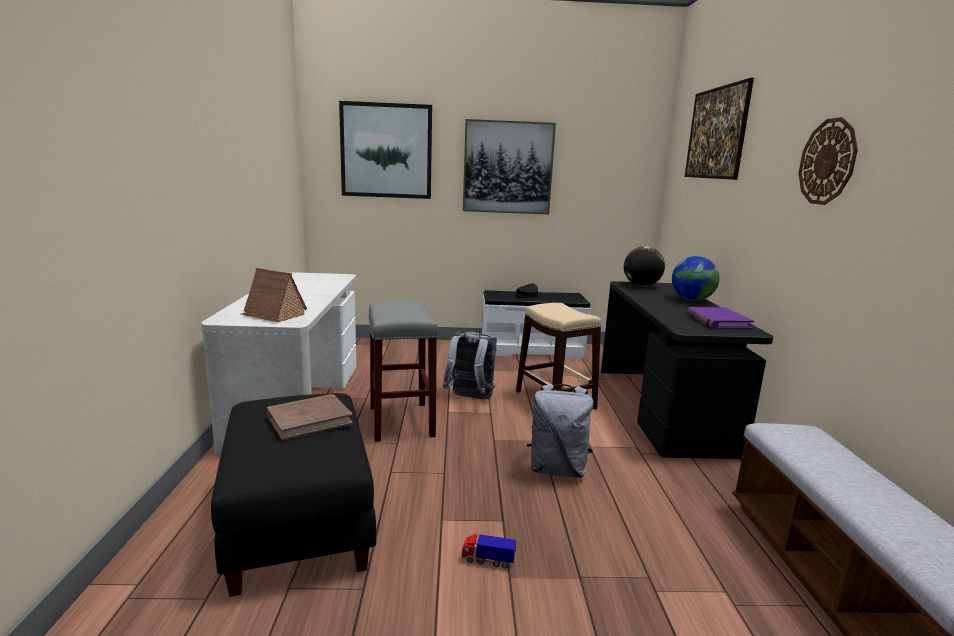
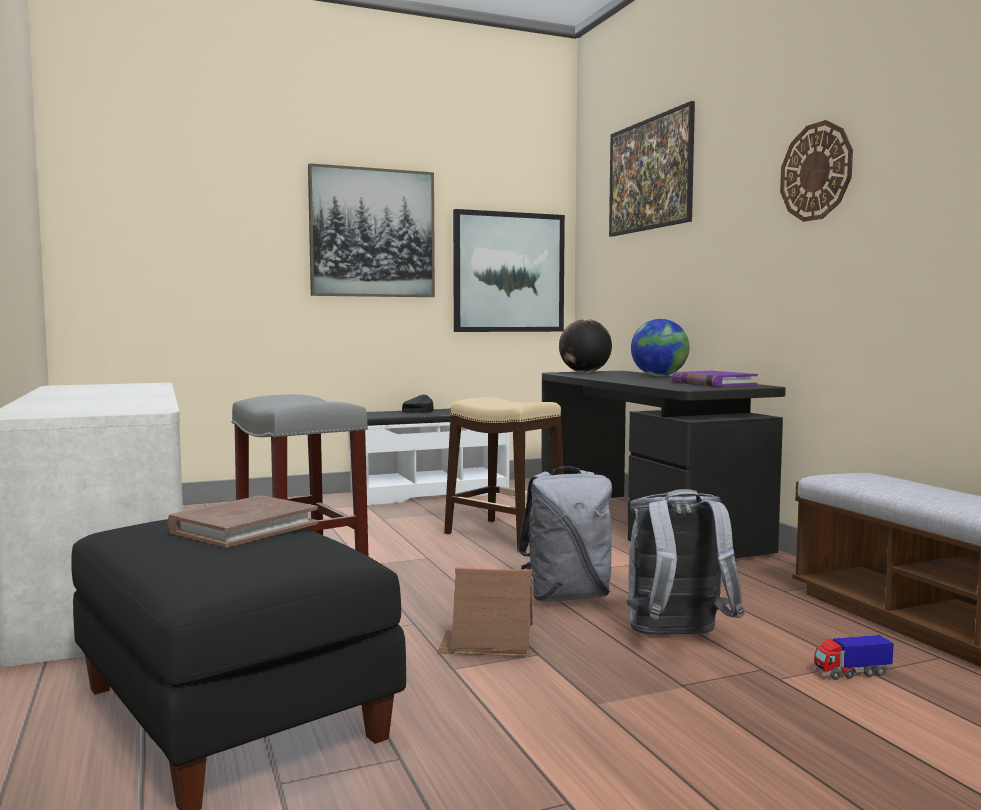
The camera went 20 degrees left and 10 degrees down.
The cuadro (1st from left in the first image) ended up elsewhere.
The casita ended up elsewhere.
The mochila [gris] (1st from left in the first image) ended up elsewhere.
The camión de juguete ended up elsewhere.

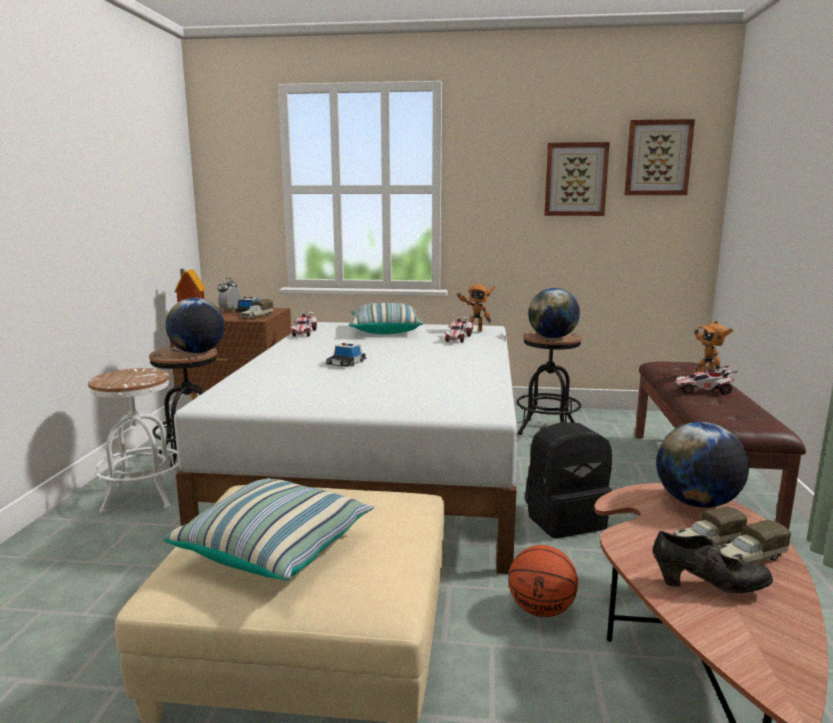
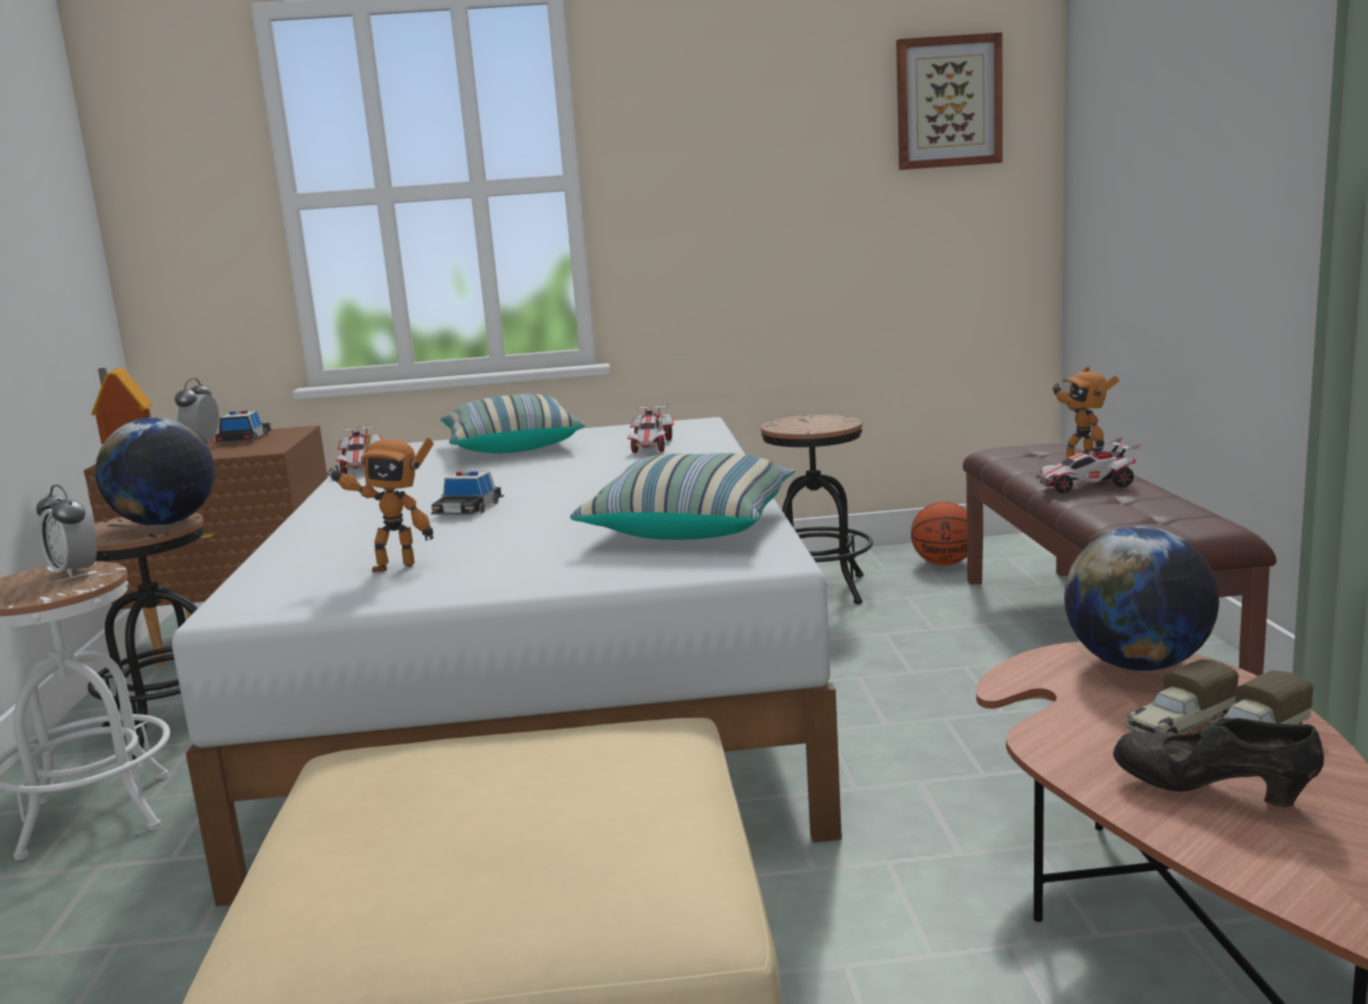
The camera went 10 degrees left and 0 degrees up.
The second view lost the cuadro (1st from left).
The robot de juguete (1st from left) ended up elsewhere.
The second view lost the globo terráqueo (2nd from left).
The second view lost the camión de juguete (1st from left).
The second view lost the mochila [negro].
The cojín (1st from left in the first image) ended up elsewhere.
The zapato [negro] ended up facing another way, 150 degrees counterclockwise from before.
The balón de baloncesto ended up elsewhere.
The second view gained the despertador (1st from left).

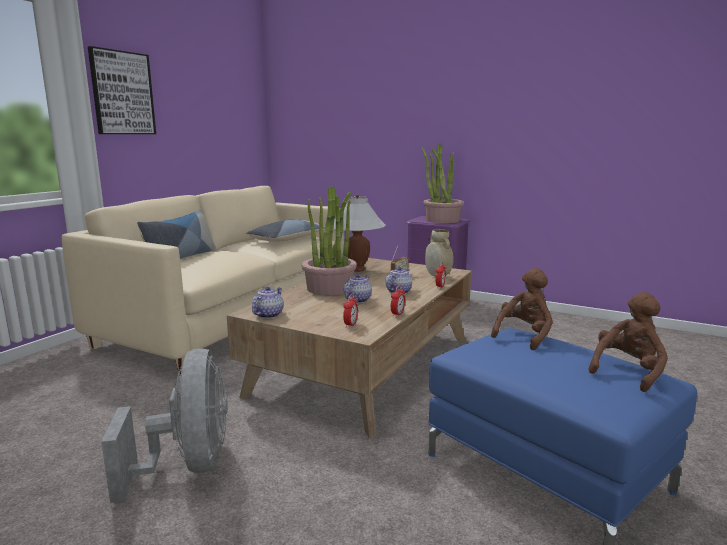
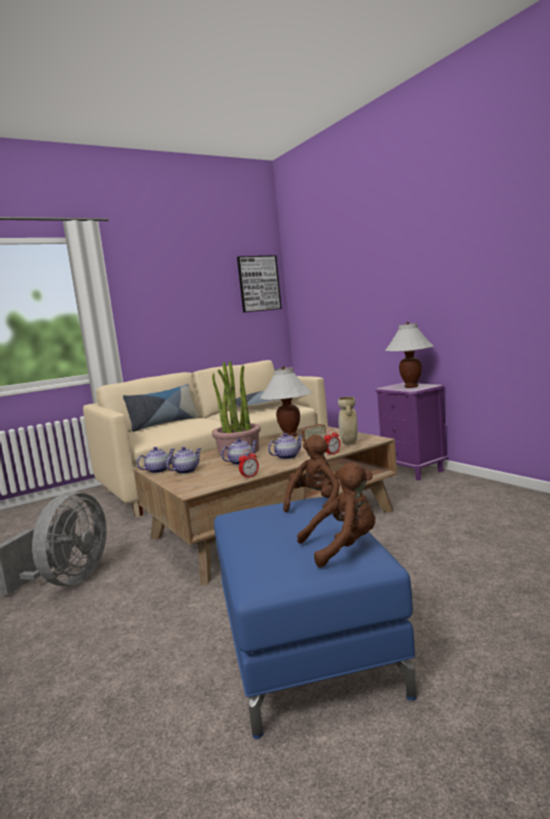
The camera went 30 degrees right and 5 degrees down.
The cuadro ended up elsewhere.
Where the planta en maceta (2nd from left) stood, the lámpara de mesa [blanco] (2nd from left) came to stand.
The peluche [marrón] (1st from left) ended up facing another way, 45 degrees counterclockwise from before.
The second view lost the despertador (1st from left).
The second view gained the tetera (2nd from left).

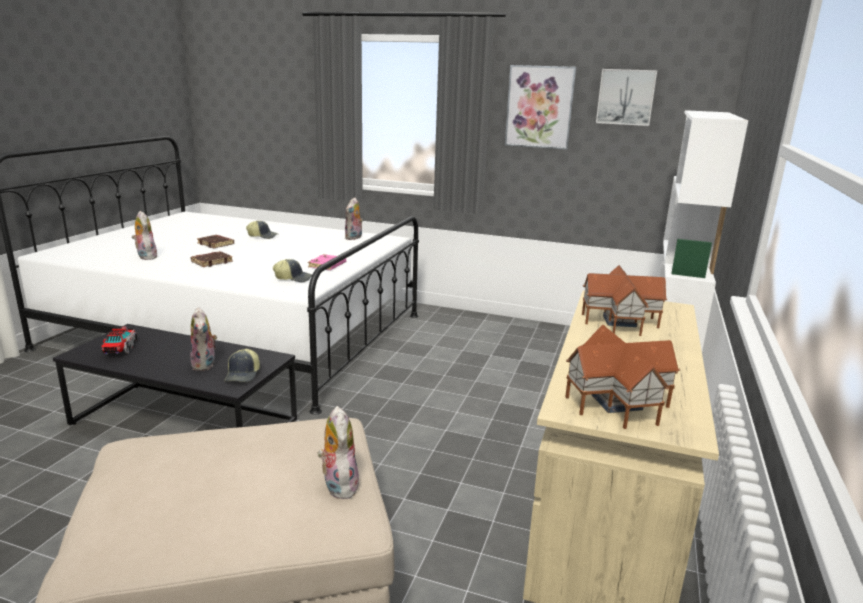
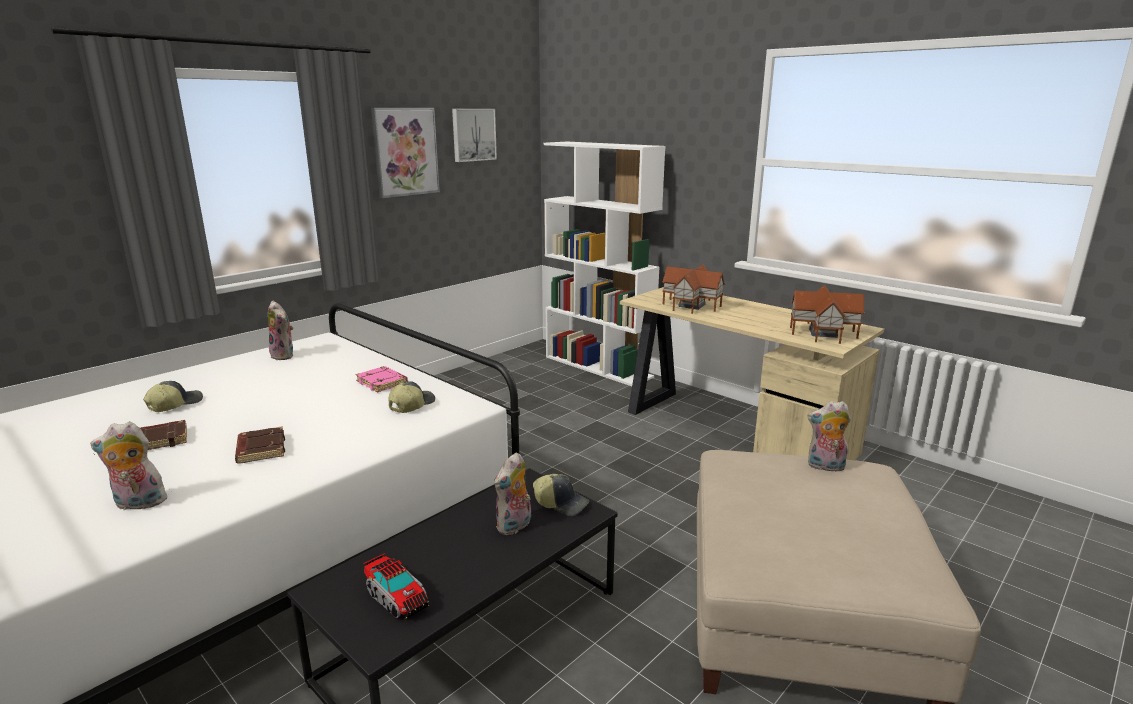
The camera went 65 degrees left and 0 degrees up.
The peluche (2nd from left in the first image) ended up facing another way, 120 degrees clockwise from before.
The camión de juguete ended up facing another way, 150 degrees counterclockwise from before.

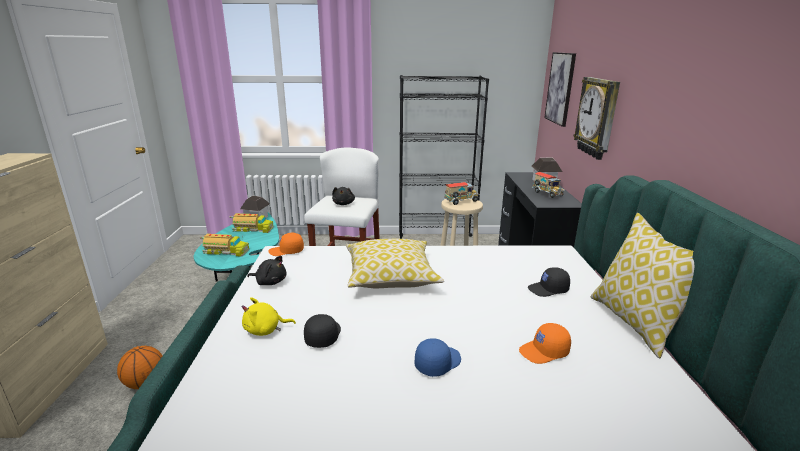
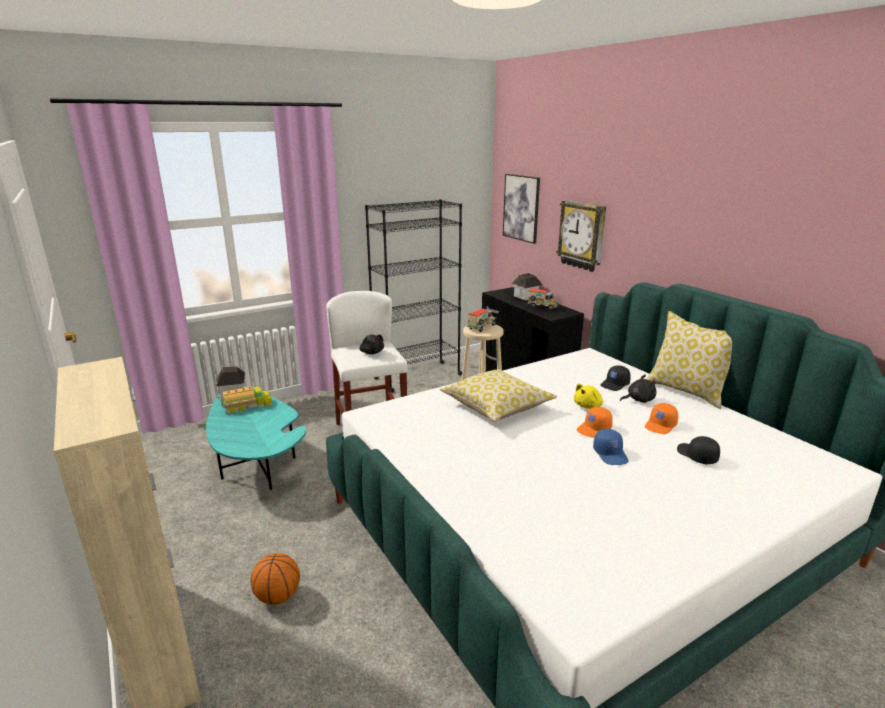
The camera went 30 degrees left and 0 degrees up.
The gorra [naranja] (1st from left) ended up elsewhere.
The second view lost the camión de juguete (1st from left).
The peluche [negro] (1st from left in the first image) ended up elsewhere.
The peluche [amarillo] ended up elsewhere.
The gorra [negro] (1st from left in the first image) ended up elsewhere.
The gorra [azul] ended up facing another way, 150 degrees clockwise from before.

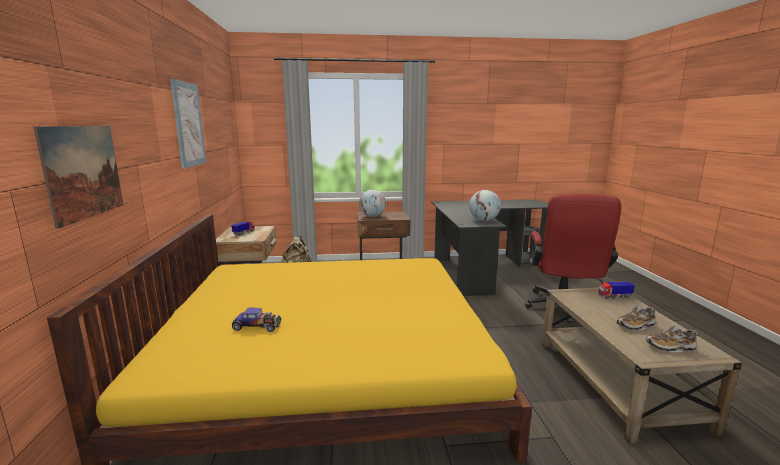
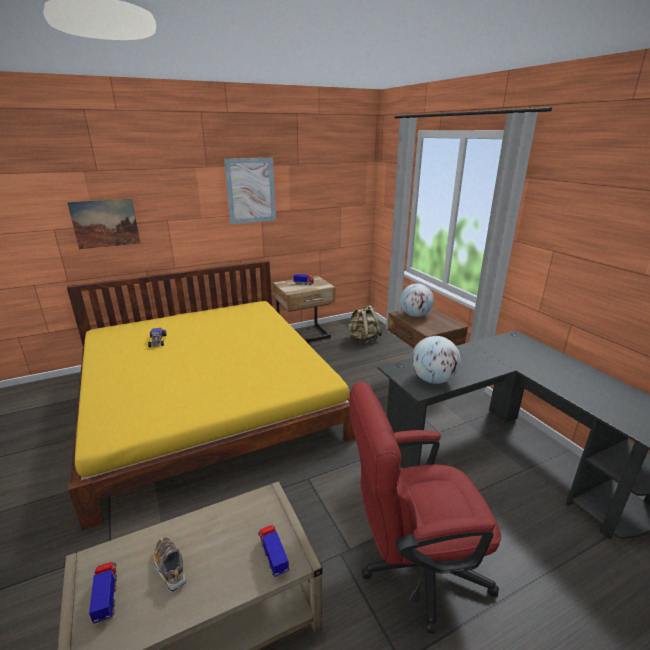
The camera went 70 degrees right and 10 degrees up.
Where the zapato (2nd from left) stood, the camión de juguete (1st from left) came to stand.

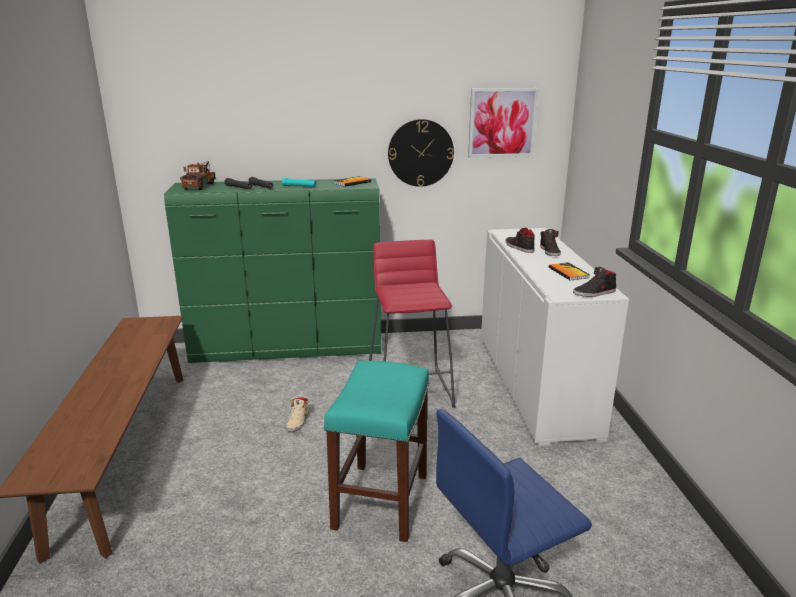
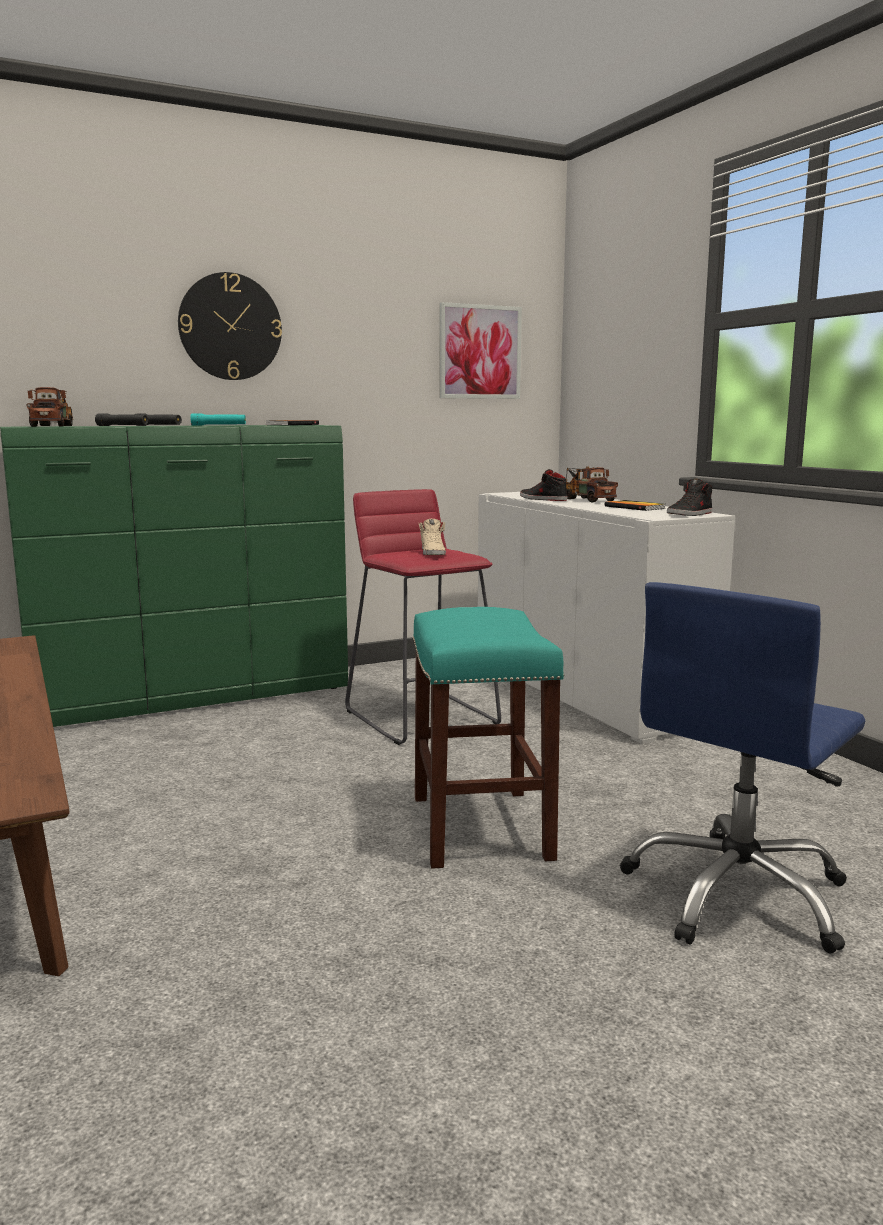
The camera went 20 degrees left and 10 degrees down.
The reloj de pared ended up elsewhere.
Where the zapato [negro] (2nd from left) stood, the camión de juguete (2nd from left) came to stand.
The zapato [beis] ended up elsewhere.

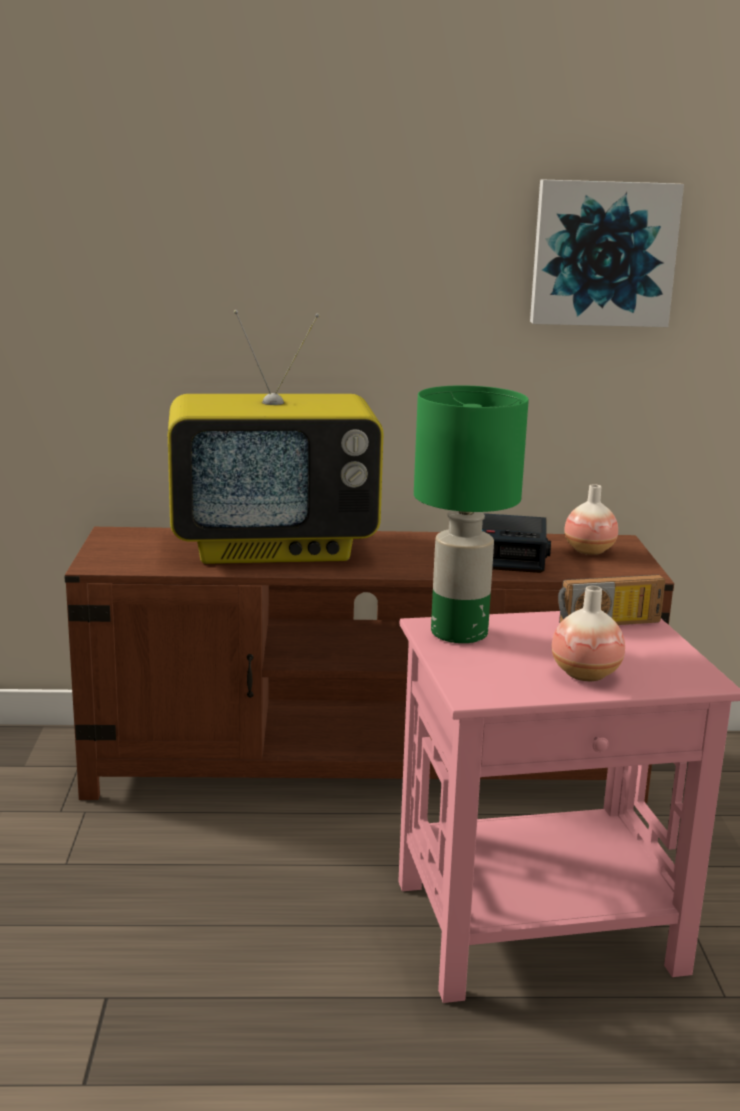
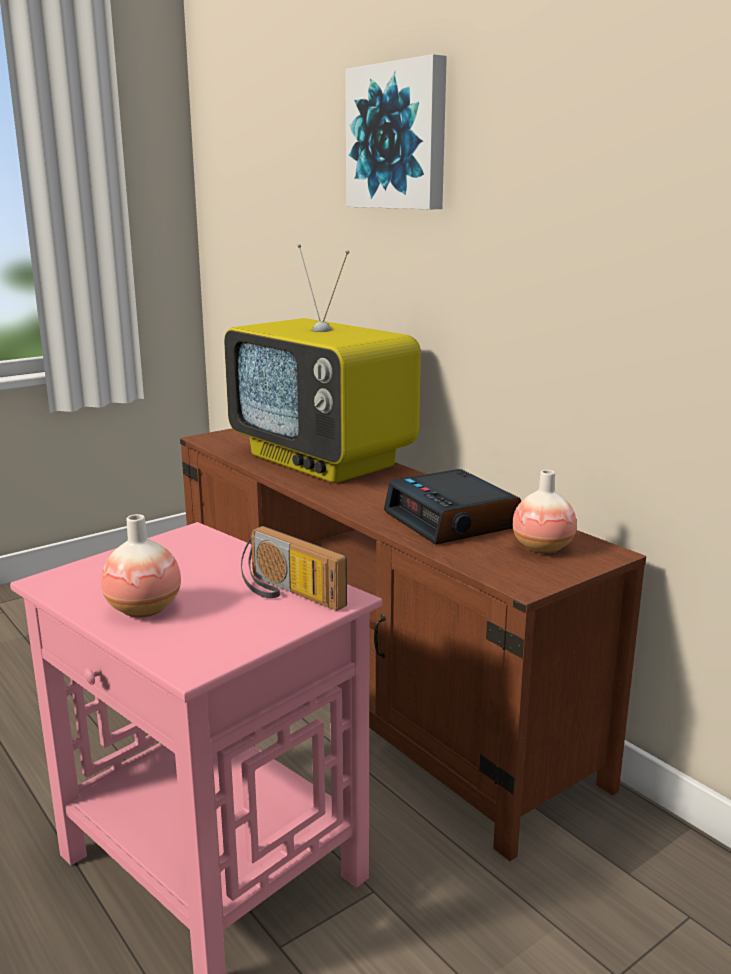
The camera went 55 degrees right and 0 degrees up.
The cuadro ended up elsewhere.
The second view lost the lámpara de mesa [verde].

